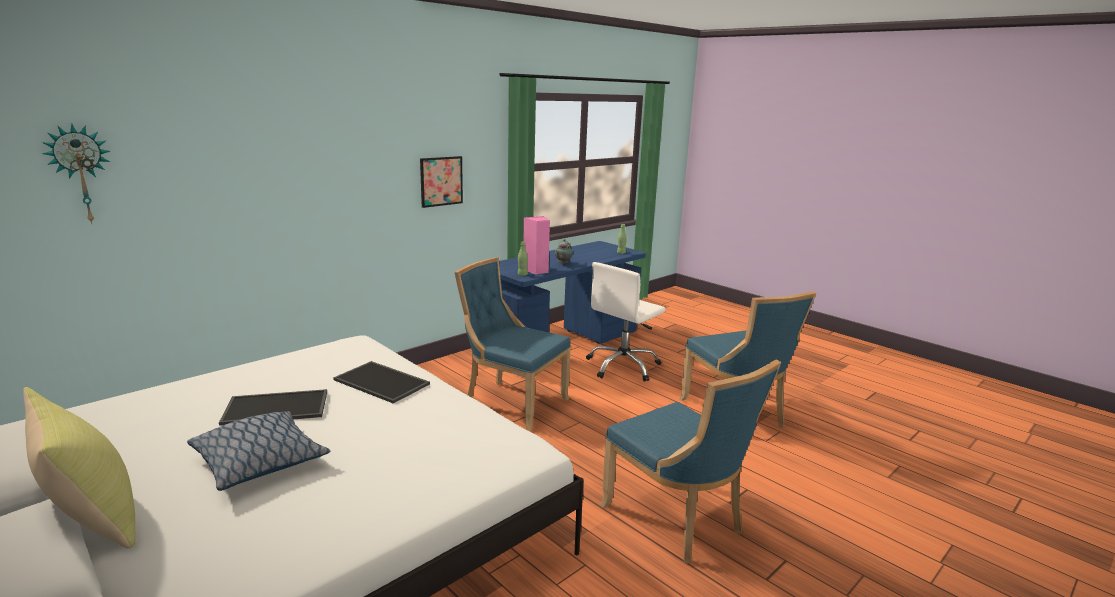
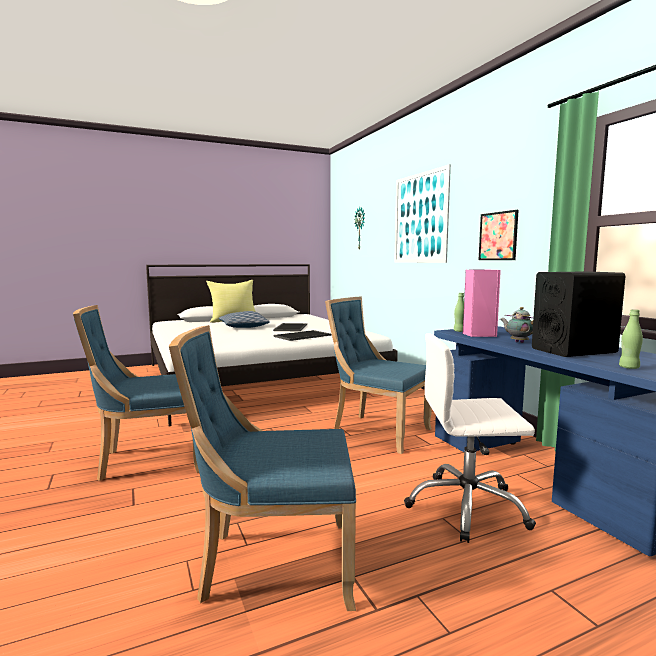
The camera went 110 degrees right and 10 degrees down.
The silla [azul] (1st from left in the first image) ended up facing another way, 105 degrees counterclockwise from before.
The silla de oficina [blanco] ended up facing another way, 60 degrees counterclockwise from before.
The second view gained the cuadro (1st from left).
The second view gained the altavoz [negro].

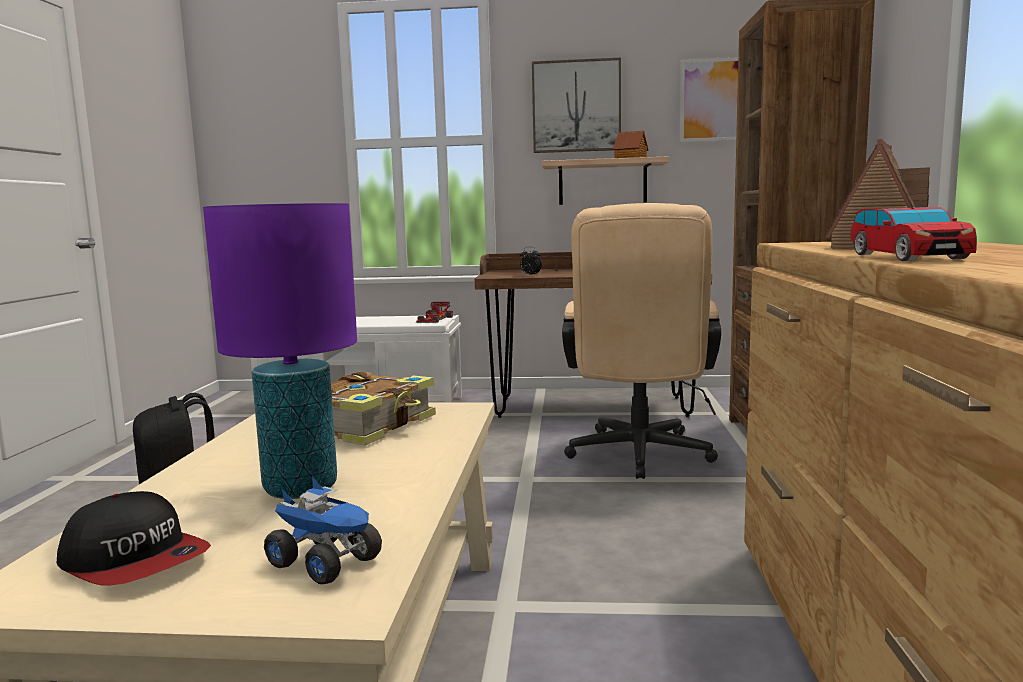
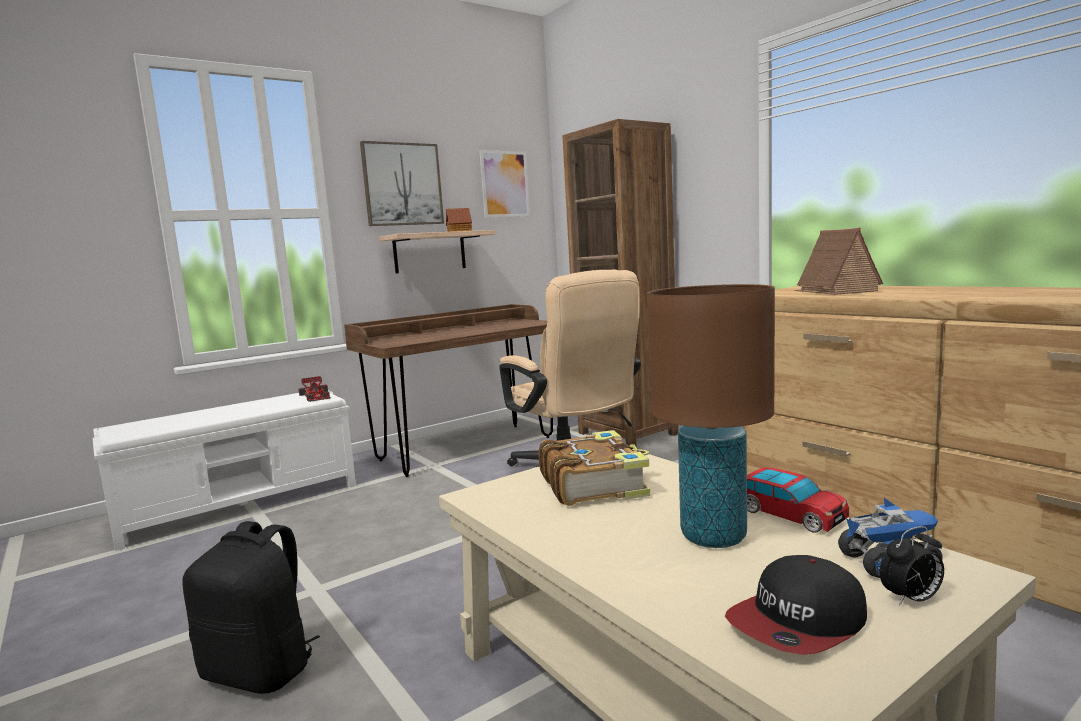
The camera went 40 degrees left and 0 degrees up.
What was the lámpara de mesa [morado] turned into the lámpara de mesa [marrón].
The coche de juguete (2nd from left) ended up elsewhere.
The despertador ended up elsewhere.
The gorra ended up facing another way, 150 degrees clockwise from before.

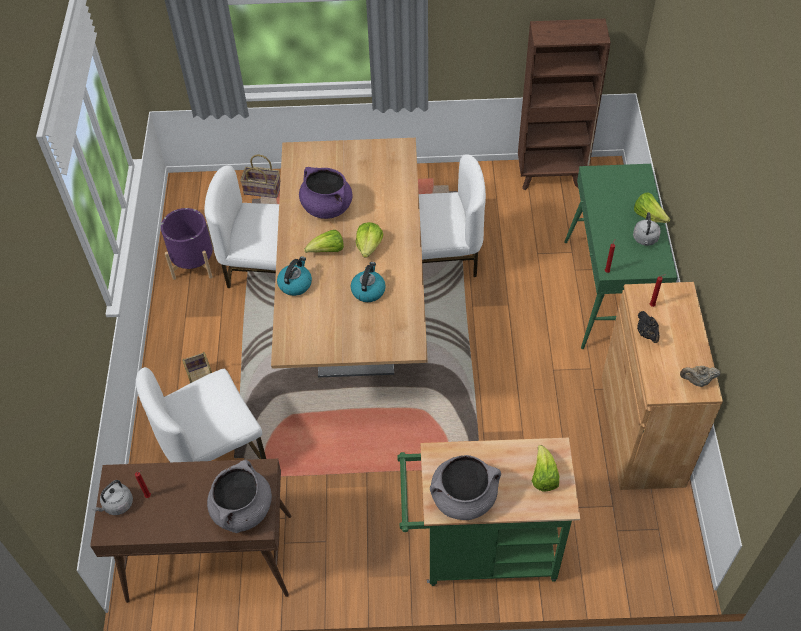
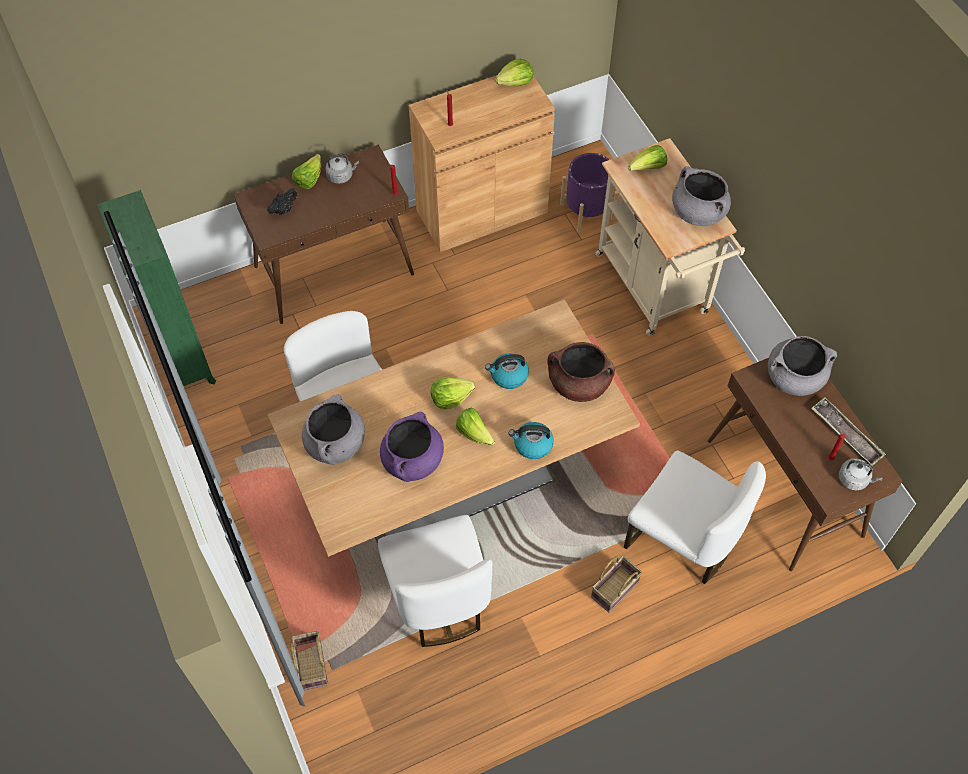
The camera went 115 degrees left and 5 degrees up.
What was the estantería [marrón] turned into the estantería [verde].
What was the mesa consola [verde] turned into the mesa consola [marrón] (1st from left).
The maceta [morado] ended up elsewhere.
The tetera [negro] ended up elsewhere.
Where the tetera [beis] stood, the lechuga (4th from left) came to stand.
What was the carrito [verde] turned into the carrito [beis].
The second view gained the olla [marrón].
The second view gained the olla [gris] (1st from left).
The second view gained the bandeja.

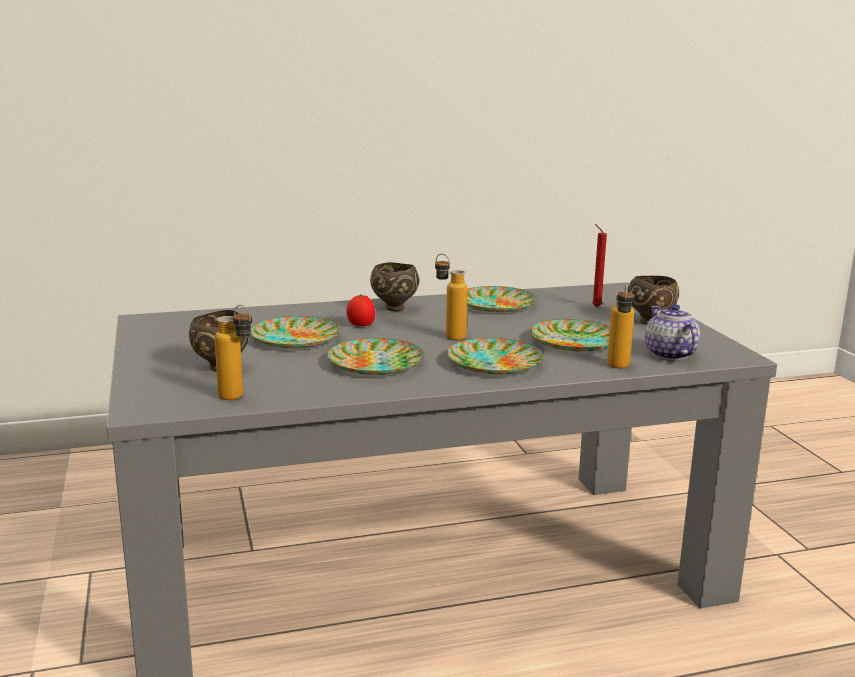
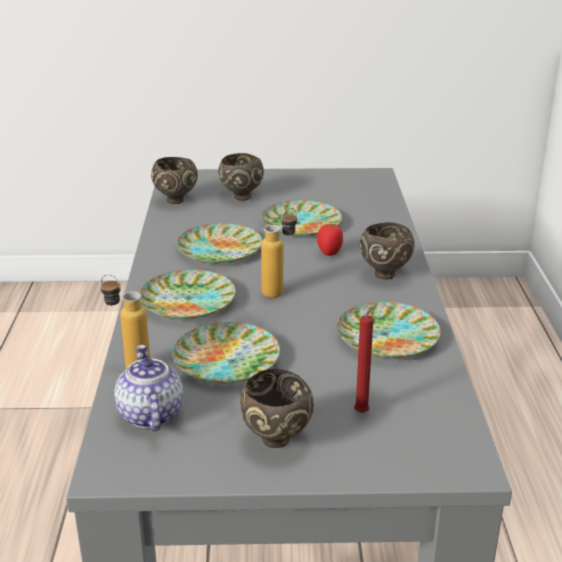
The camera went 105 degrees right and 10 degrees up.
The tetera ended up facing another way, 105 degrees counterclockwise from before.
Where the botella (1st from left) stood, the cuenco [marrón] (1st from left) came to stand.

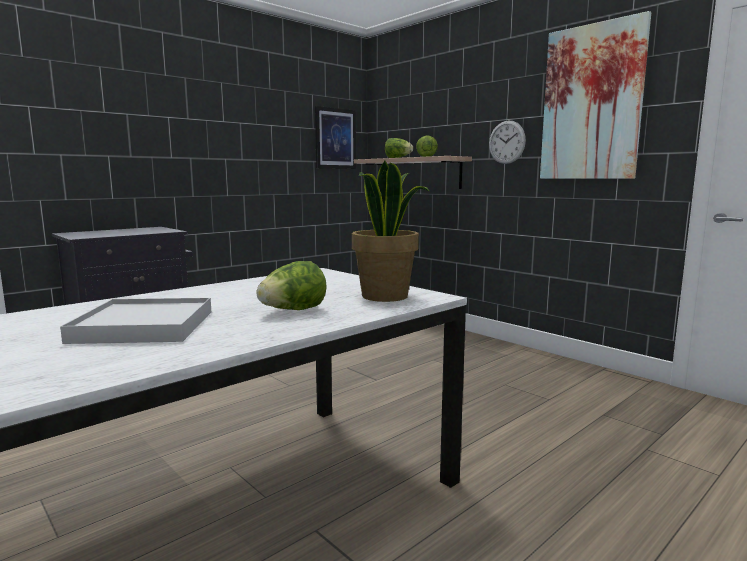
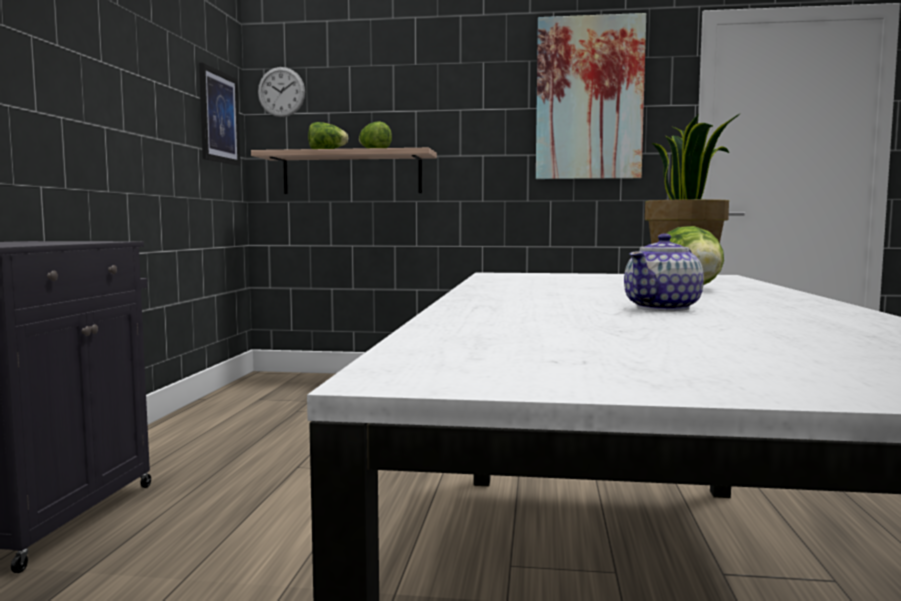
The camera went 40 degrees left and 5 degrees down.
The reloj de pared ended up elsewhere.
Where the bandeja [blanco] stood, the tetera came to stand.

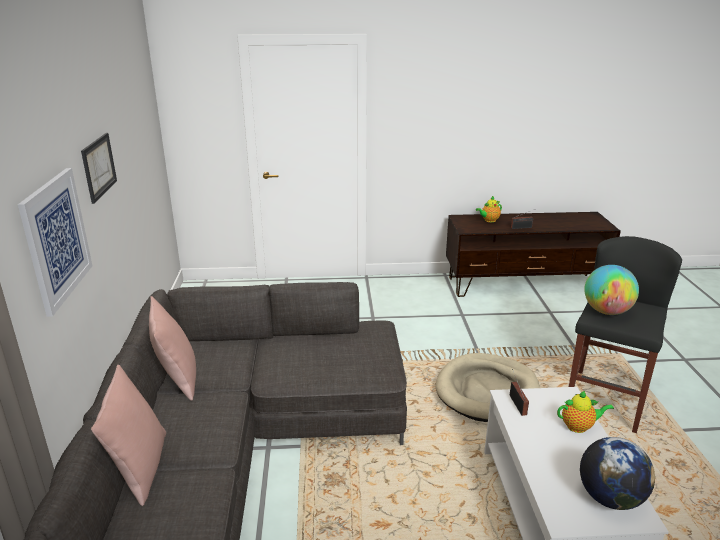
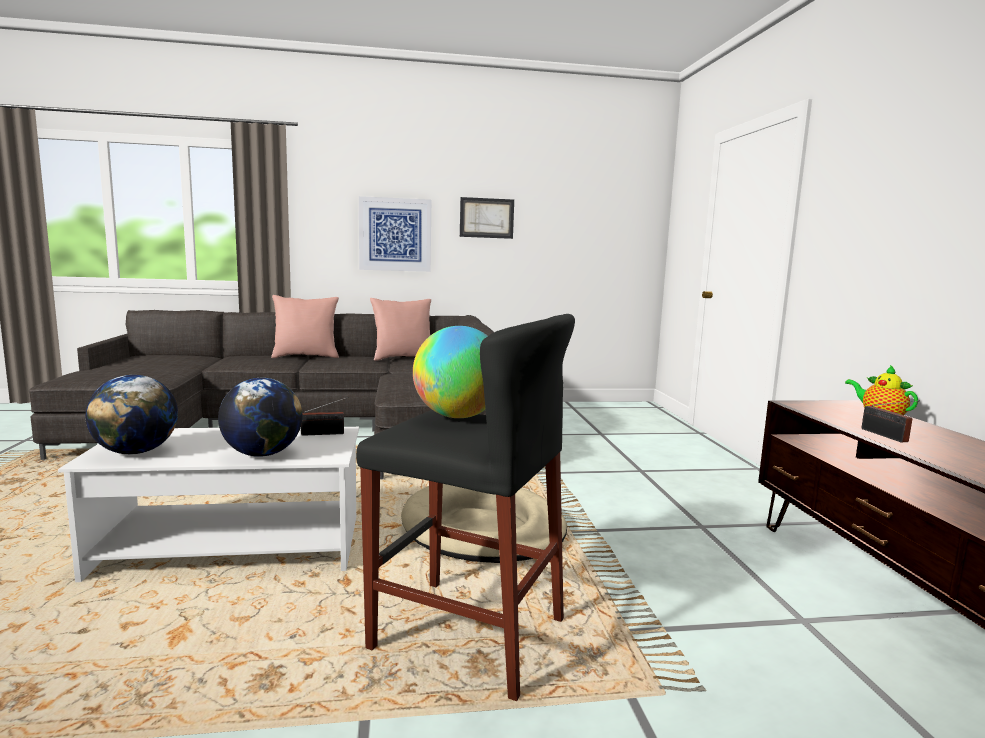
The camera went 85 degrees right and 15 degrees down.
Where the tetera (2nd from left) stood, the globo terráqueo (2nd from left) came to stand.

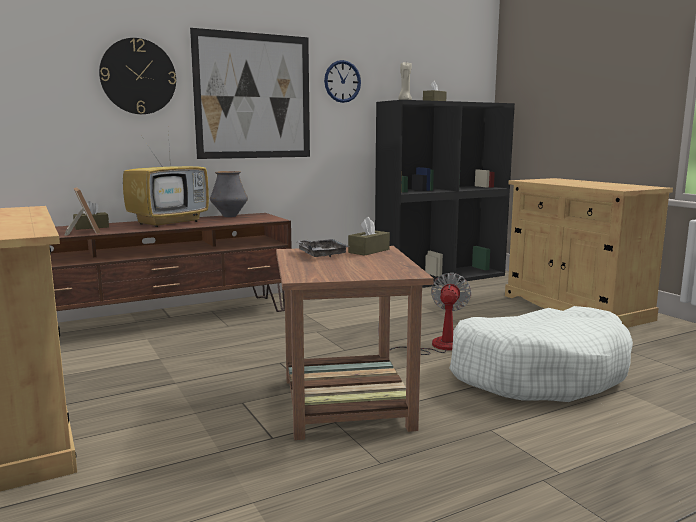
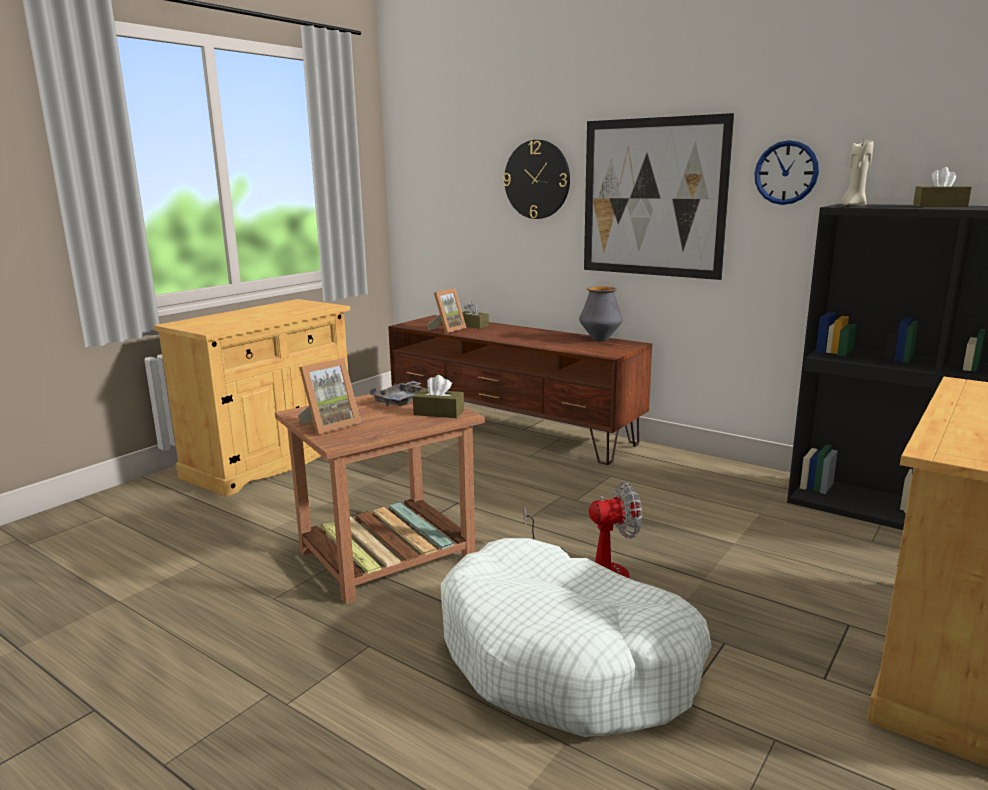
The camera went 65 degrees right and 5 degrees up.
The second view lost the televisor.
The second view gained the portarretratos (1st from left).

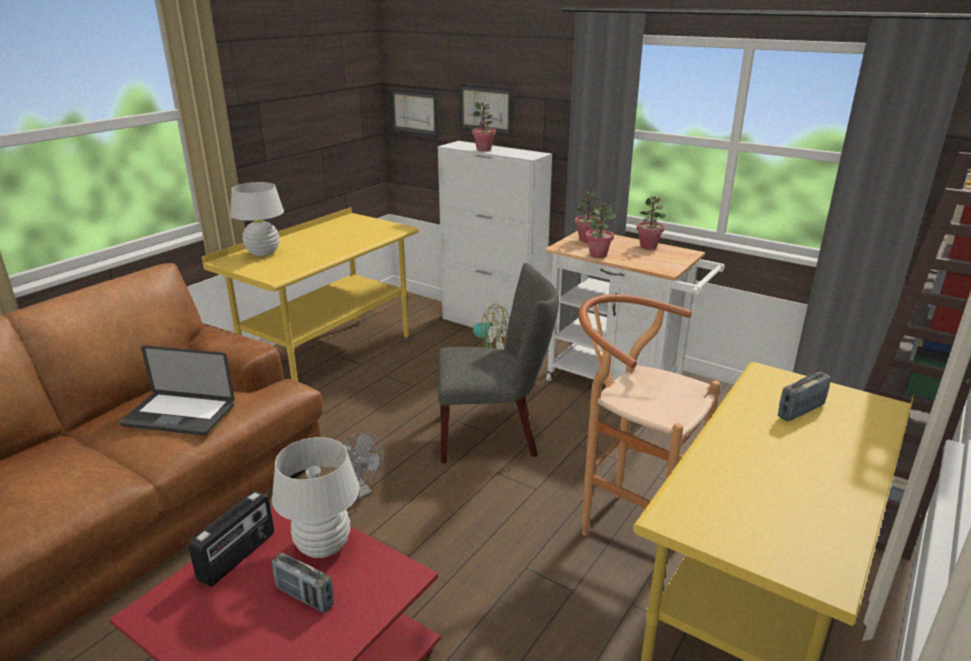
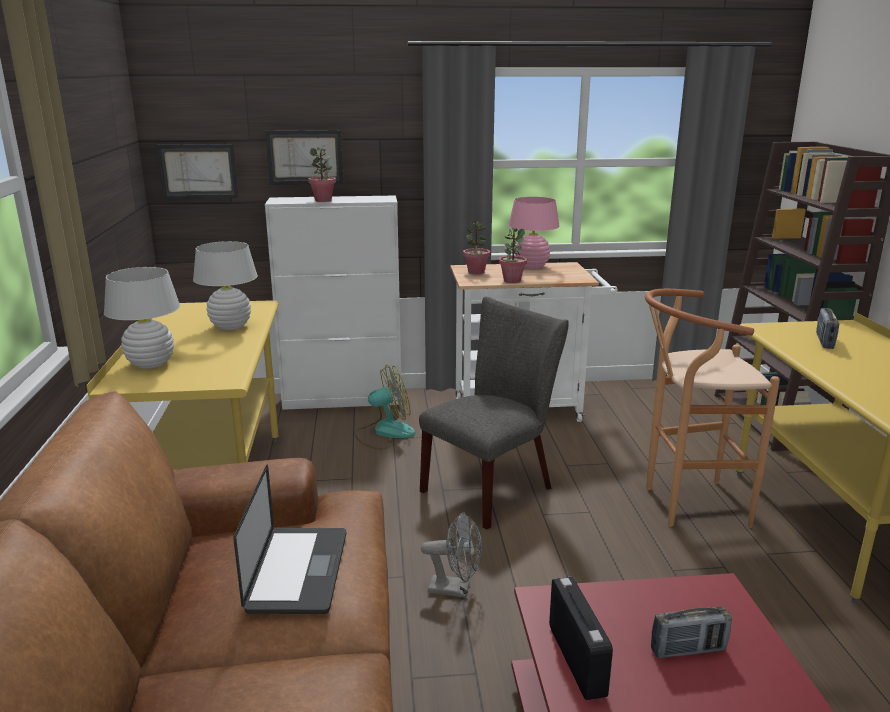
The camera went 40 degrees left and 5 degrees down.
Where the planta en maceta (4th from left) stood, the lámpara de mesa [rosa] came to stand.
The portátil ended up facing another way, 60 degrees counterclockwise from before.
The lámpara de mesa [blanco] (2nd from left) ended up elsewhere.

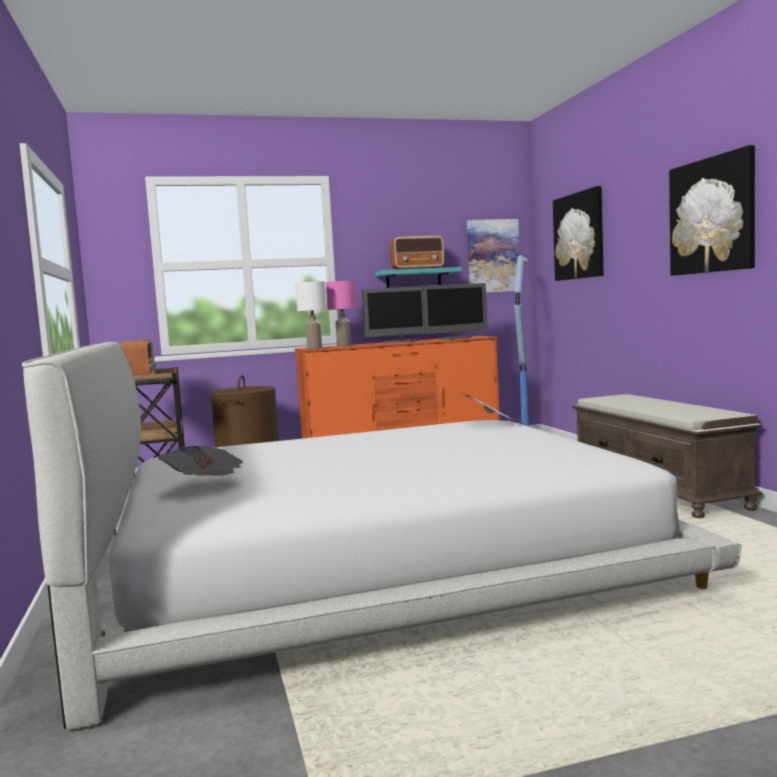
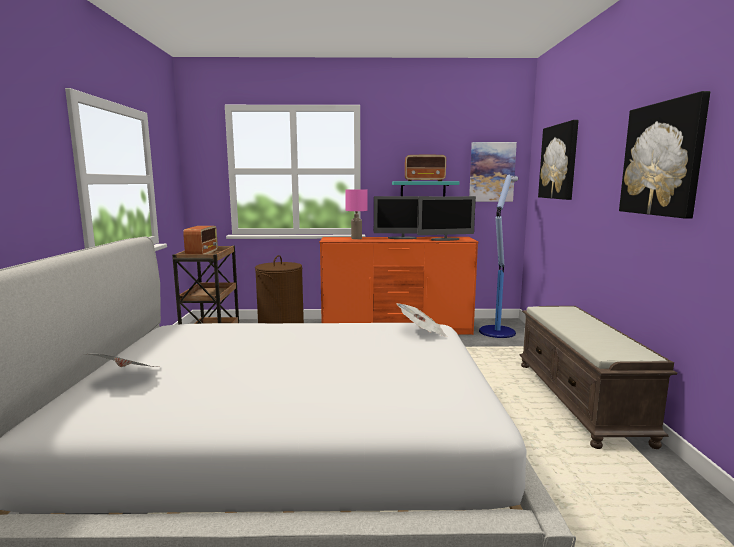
The camera went 15 degrees right and 5 degrees up.
The second view lost the lámpara de mesa [blanco].

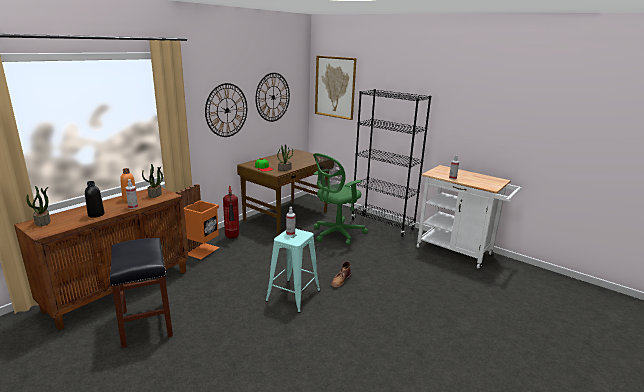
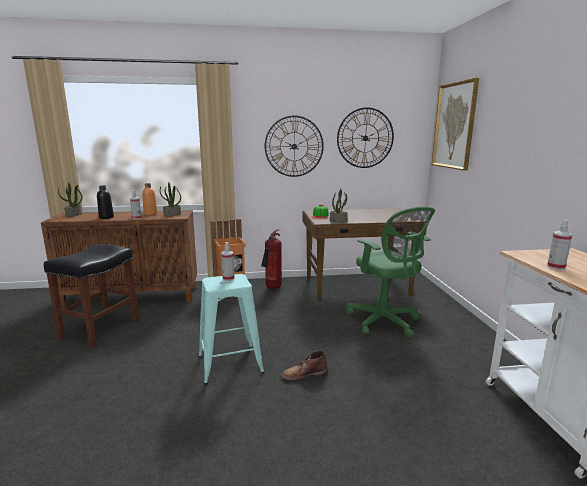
The camera went 45 degrees right and 5 degrees down.
The second view lost the estantería [negro].
The silla de oficina [verde] ended up facing another way, 120 degrees counterclockwise from before.

